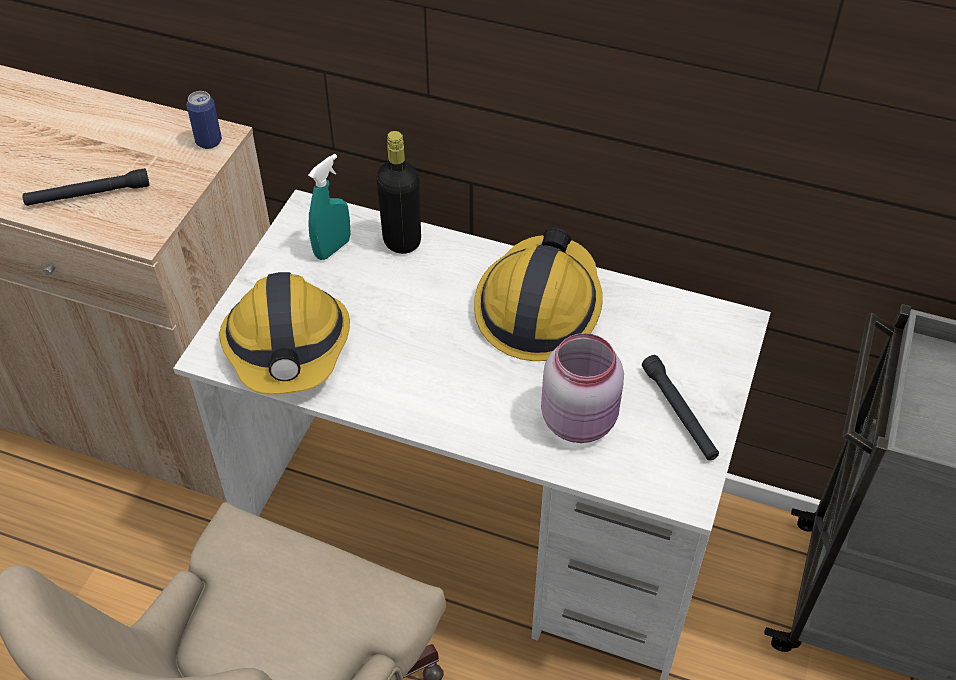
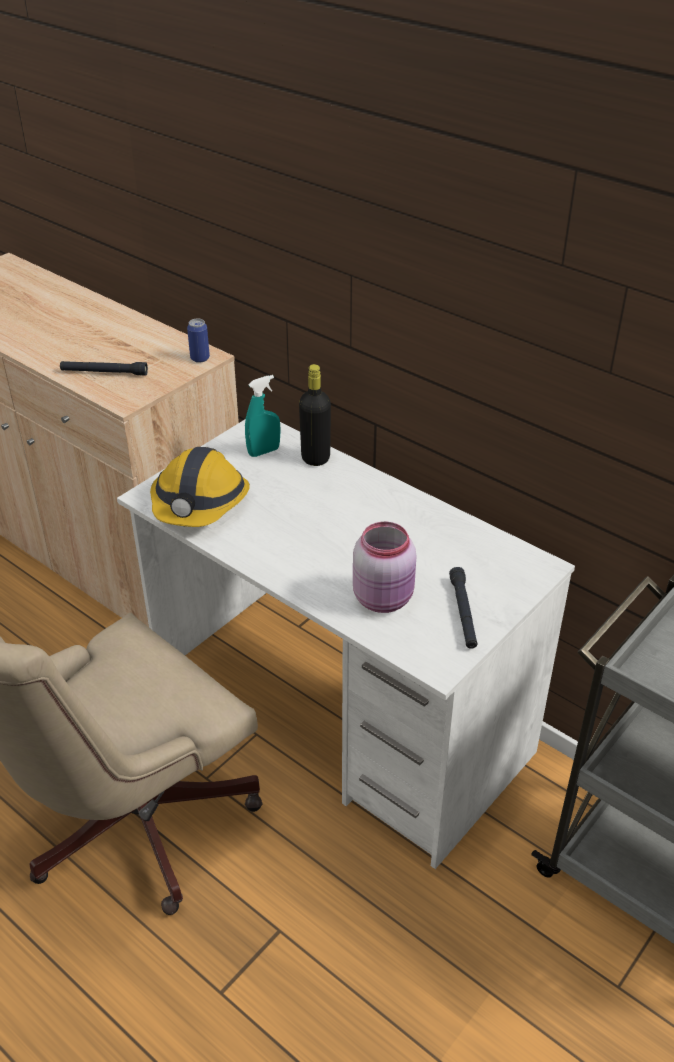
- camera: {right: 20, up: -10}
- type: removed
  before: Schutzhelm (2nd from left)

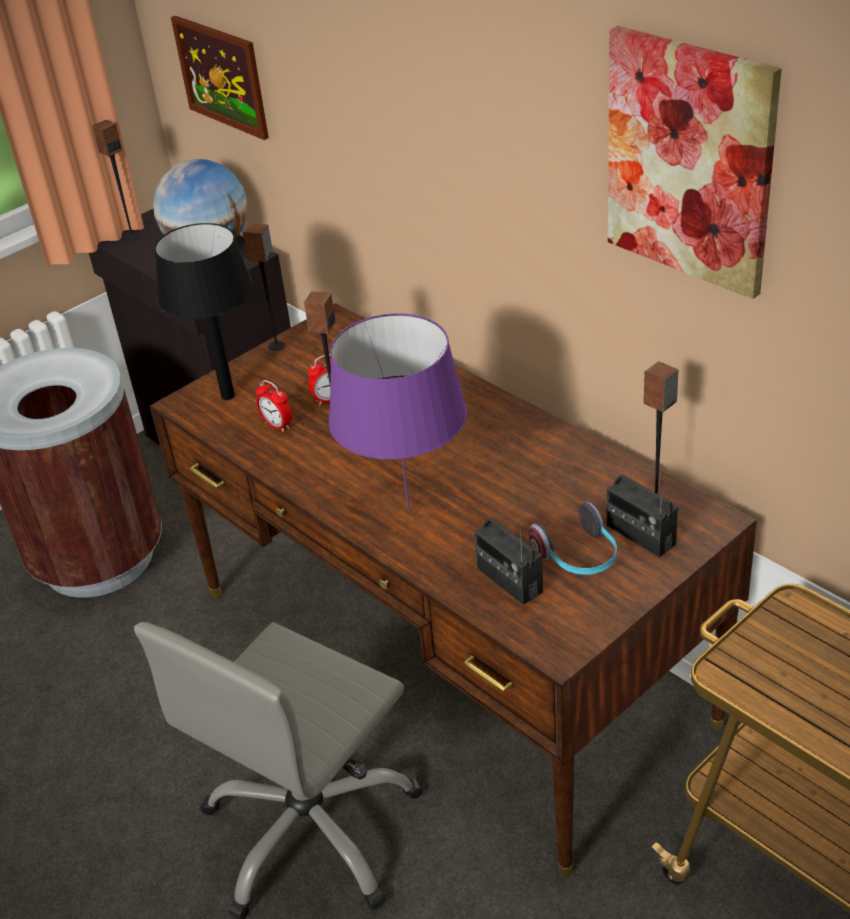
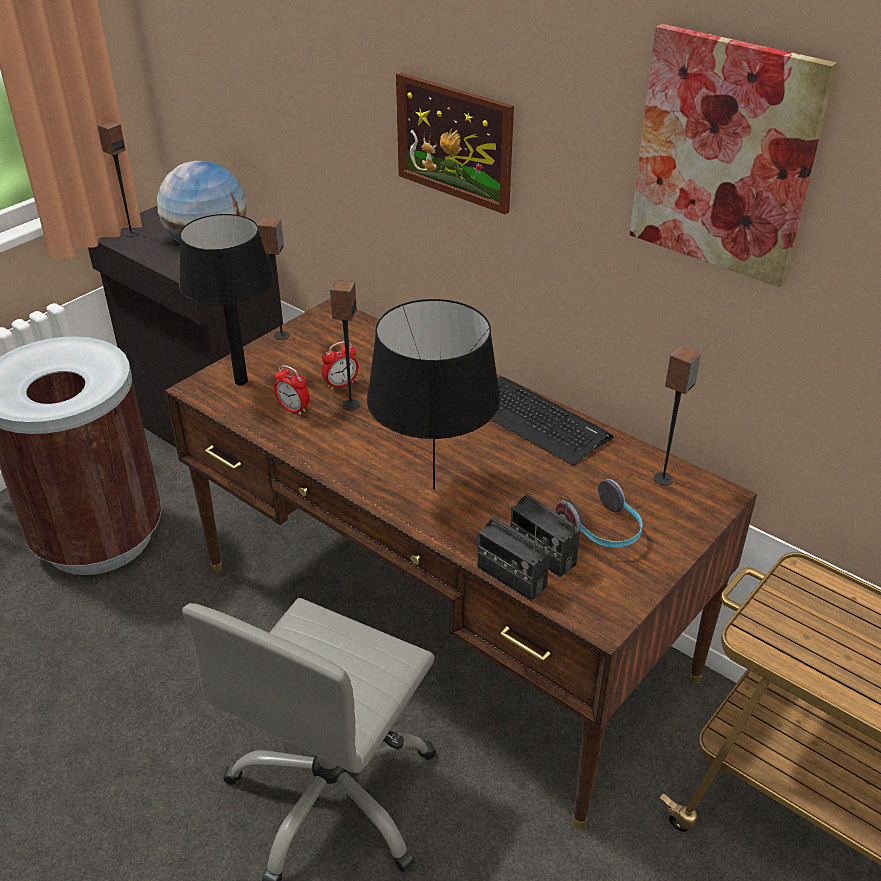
- camera: {right: -10, up: 0}
- type: moved
  before: Bild (1st from left)
- type: recoloured
  before: Tischlampe [lila]
  after: Tischlampe [schwarz] (2nd from left)
- type: moved
  before: Radio (2nd from left in the first image)
  after: Radio (1st from left)
- type: added
  after: Tastatur

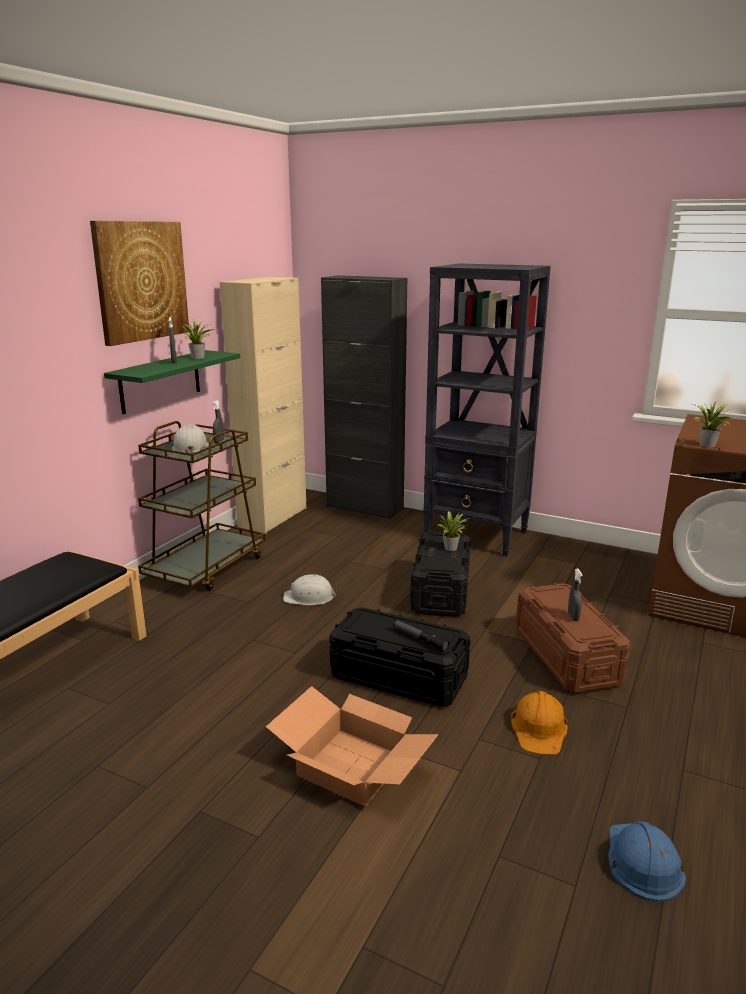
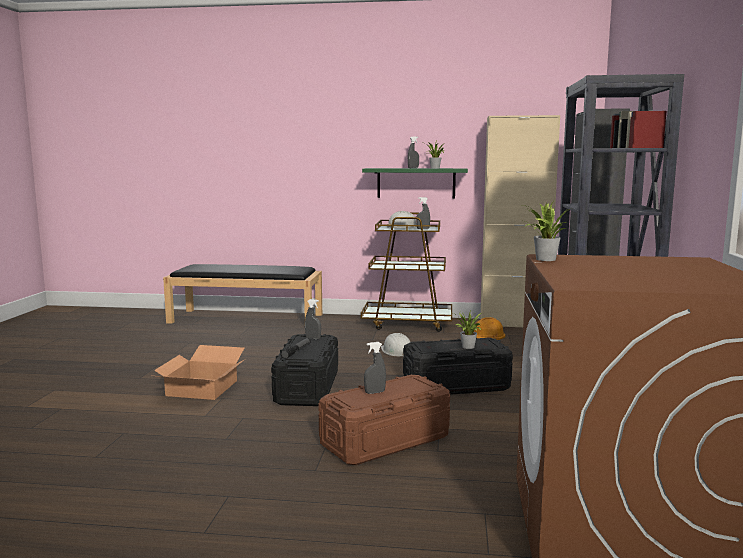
- camera: {right: 70, up: -10}
- type: removed
  before: Bild
- type: moved
  before: Schutzhelm [orange]
- type: removed
  before: Schutzhelm [blau]
- type: added
  after: Sprühflasche [grau] (1st from left)

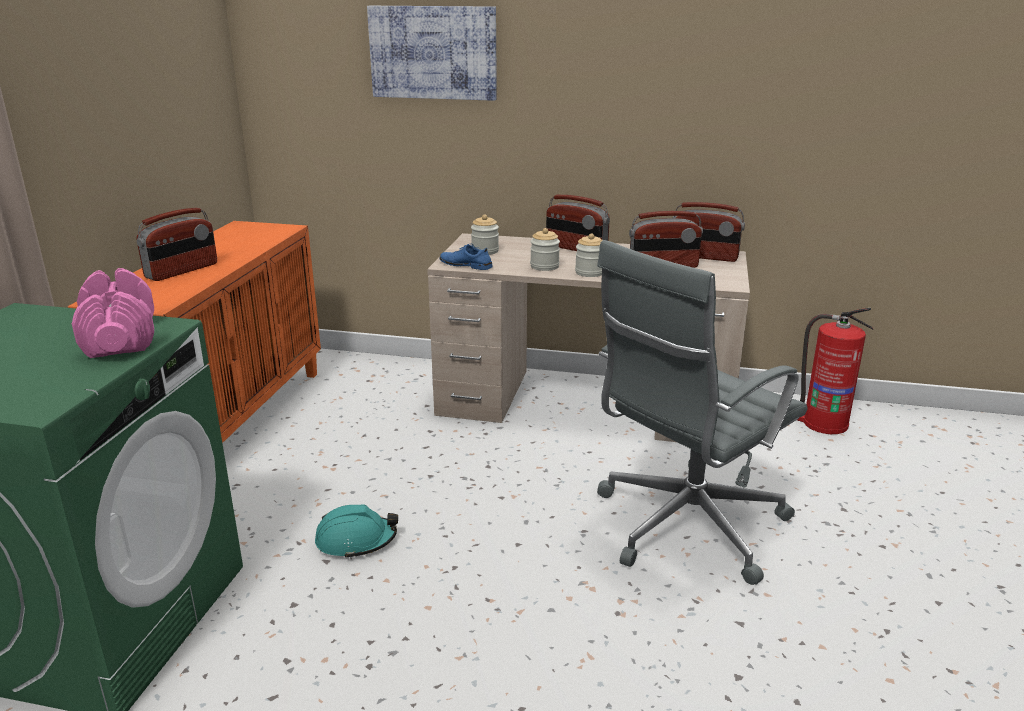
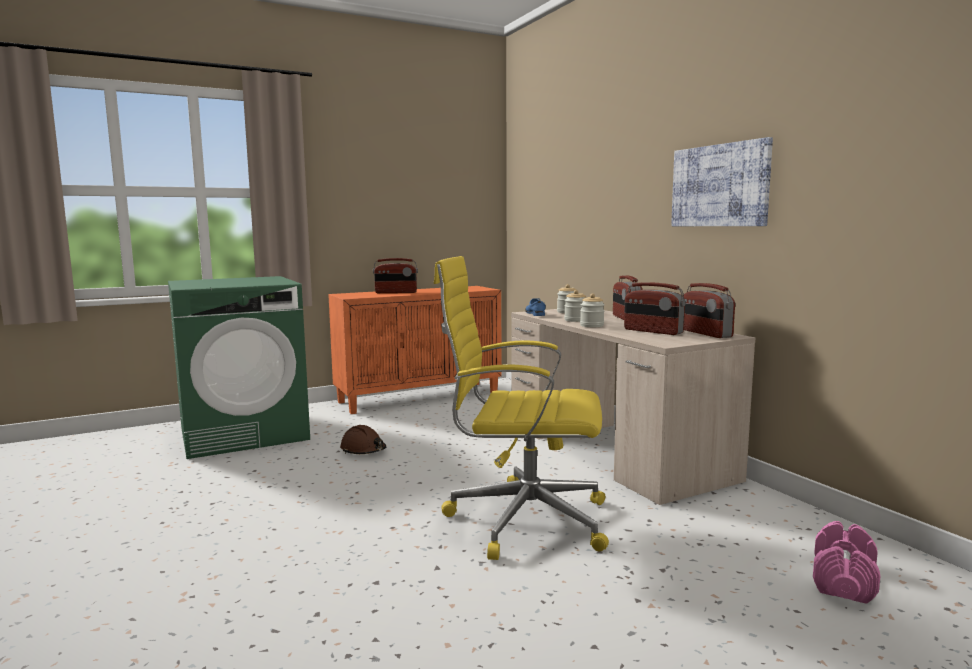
- camera: {right: 50, up: -15}
- type: moved
  before: Hantel [rosa]
- type: recoloured
  before: Schutzhelm [türkis]
  after: Schutzhelm [braun]
- type: moved
  before: Bild
- type: recoloured
  before: Bürostuhl [grau]
  after: Bürostuhl [gelb]
- type: removed
  before: Feuerlöscher

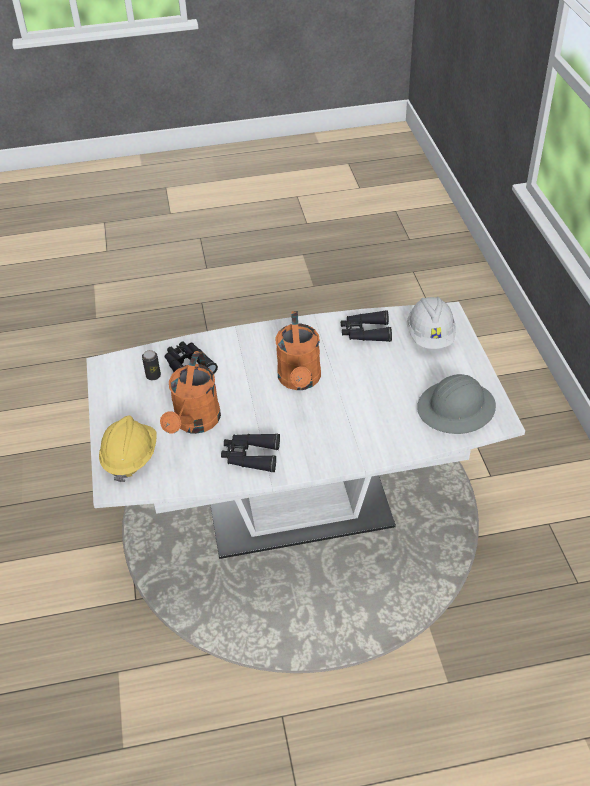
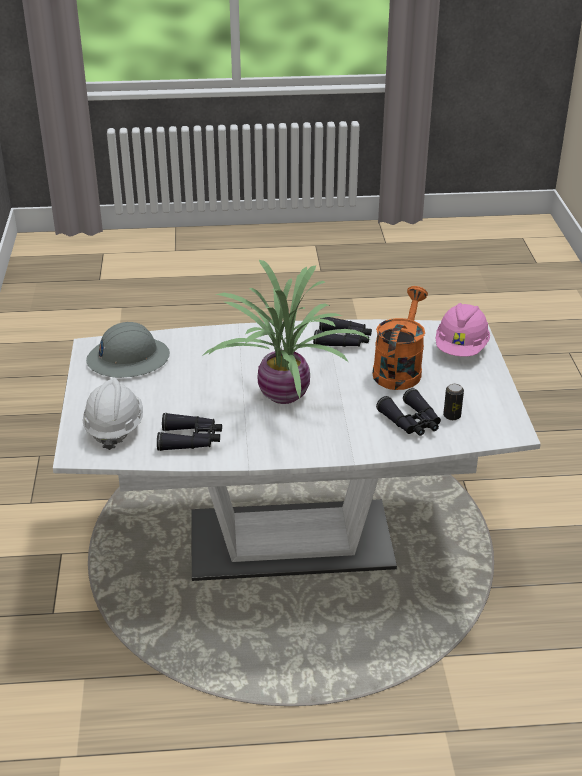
- camera: {right: -175, up: -10}
- type: recoloured
  before: Schutzhelm [gelb]
  after: Schutzhelm [rosa]
- type: replaced
  before: Gießkanne [orange] (2nd from left)
  after: Topfpflanze

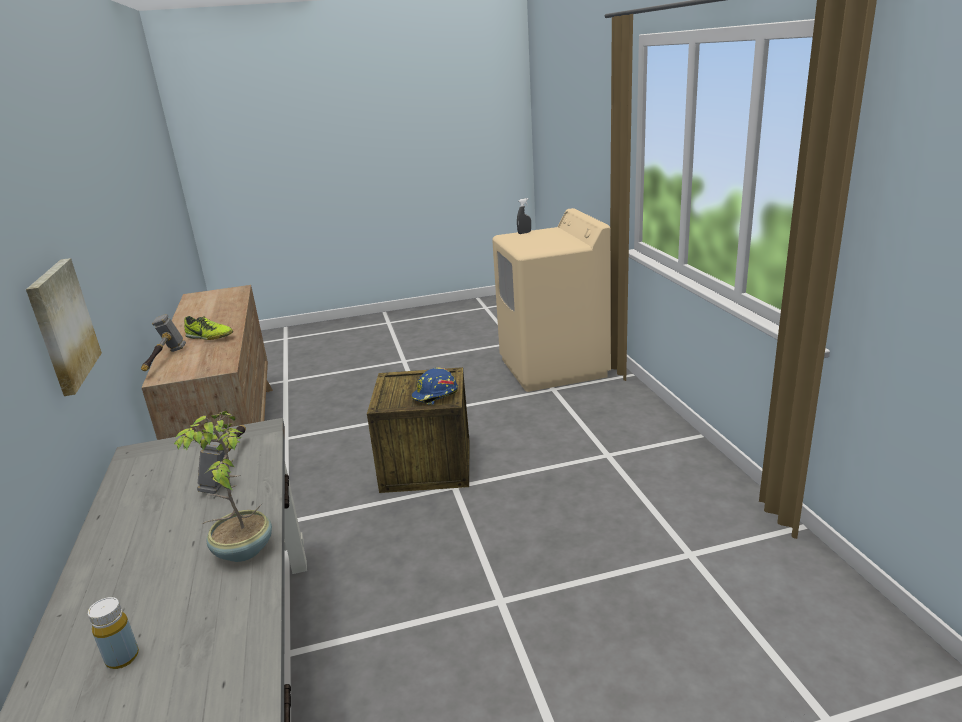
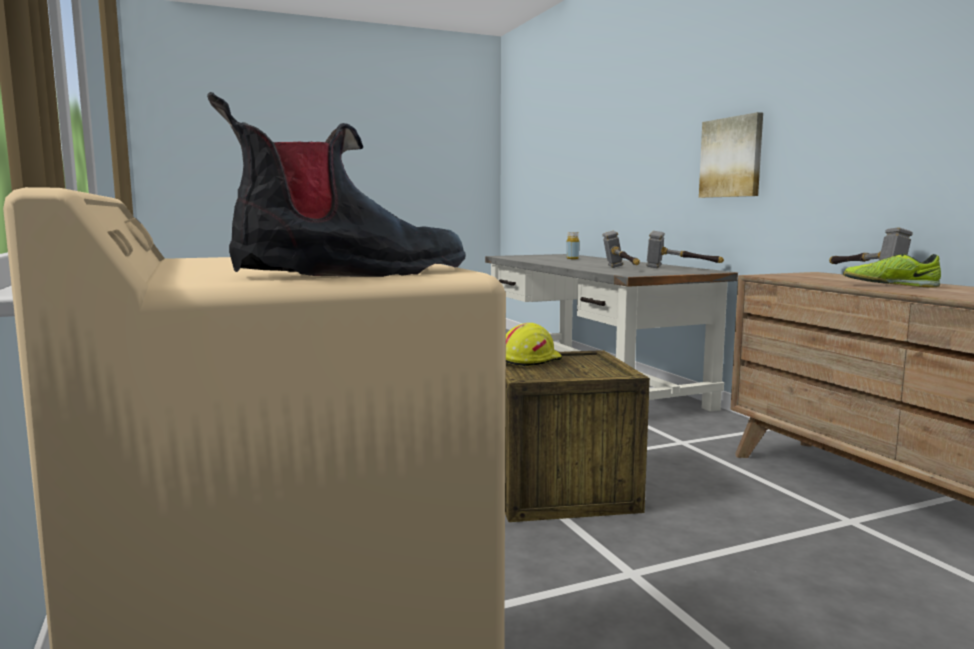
- camera: {right: 170, up: -15}
- type: removed
  before: Topfpflanze
- type: recoloured
  before: Schutzhelm [blau]
  after: Schutzhelm [gelb]
- type: replaced
  before: Sprühflasche [grau]
  after: Stiefel
- type: added
  after: Hammer (2nd from left)

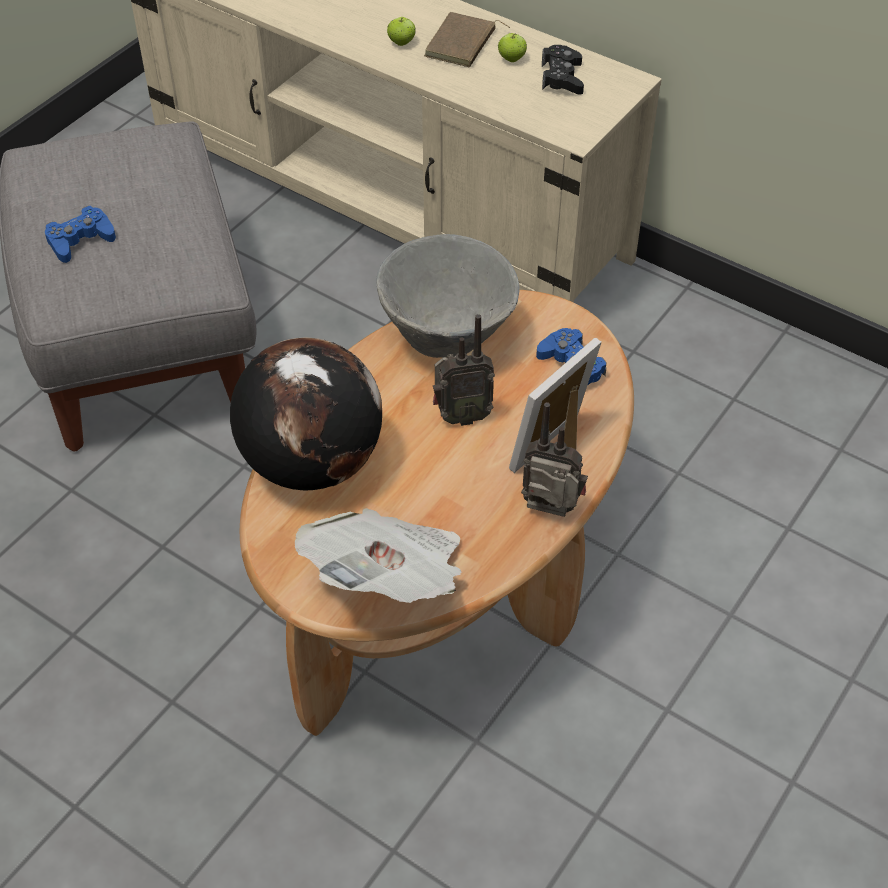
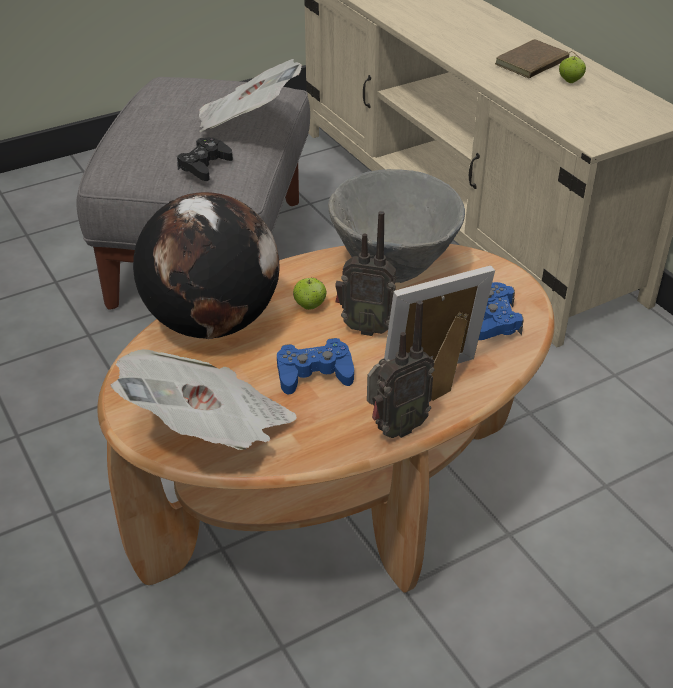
- camera: {right: 25, up: -10}
- type: moved
  before: Gamepad [blau] (1st from left)
- type: moved
  before: Apfel (1st from left)
- type: turned
  before: Radio (2nd from left)
  turn: 105
- type: moved
  before: Gamepad [schwarz]
- type: added
  after: Zeitung (2nd from left)

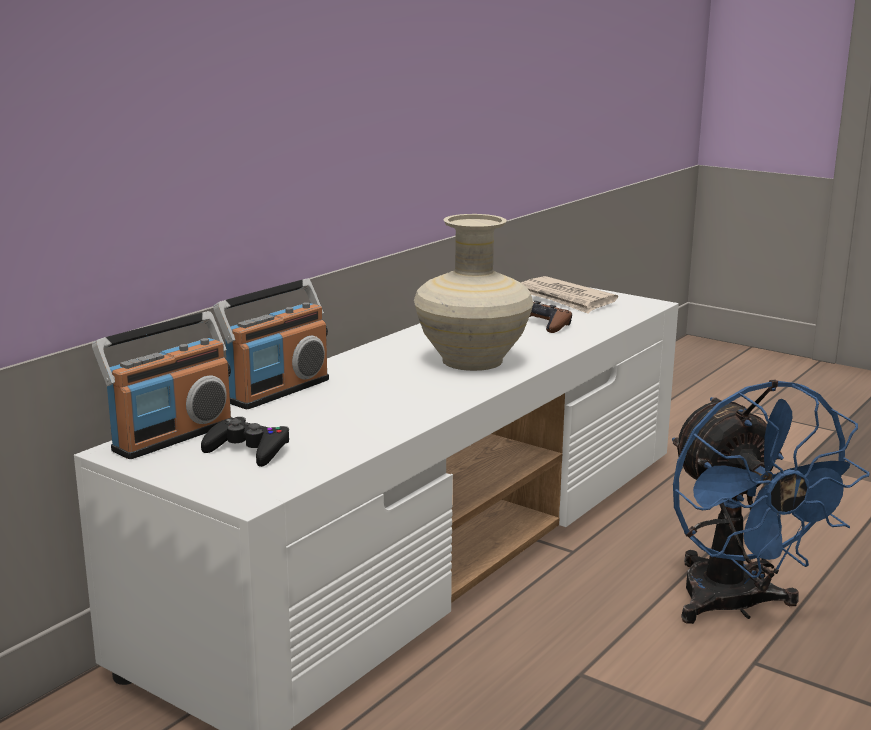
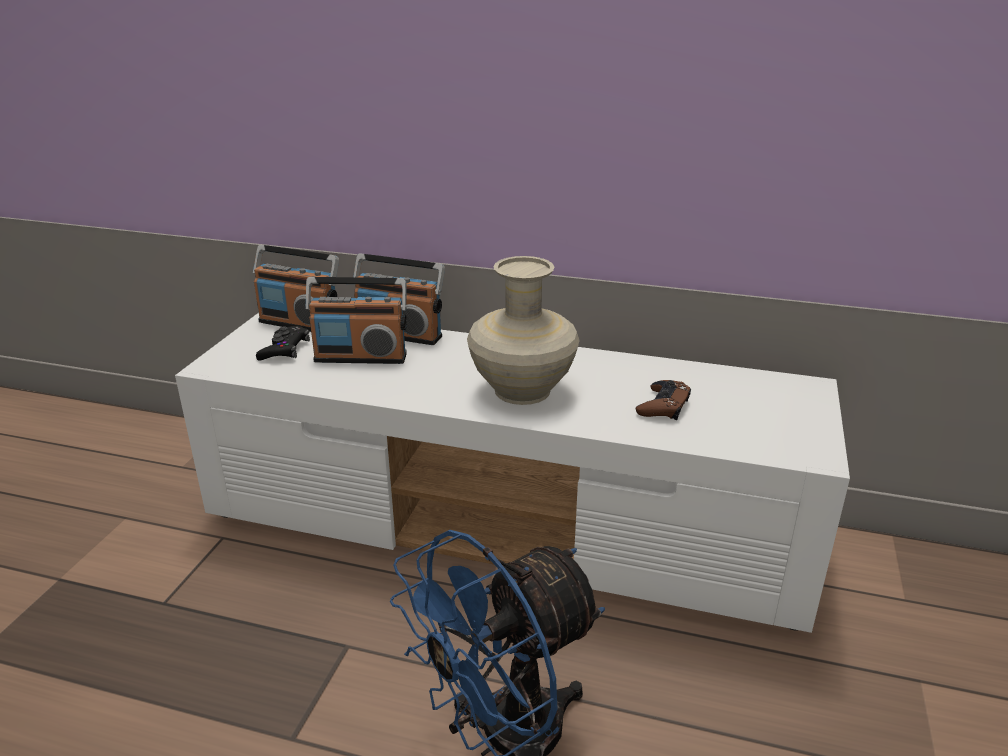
- camera: {right: 70, up: 10}
- type: removed
  before: Zeitung
- type: added
  after: Radio (2nd from left)

